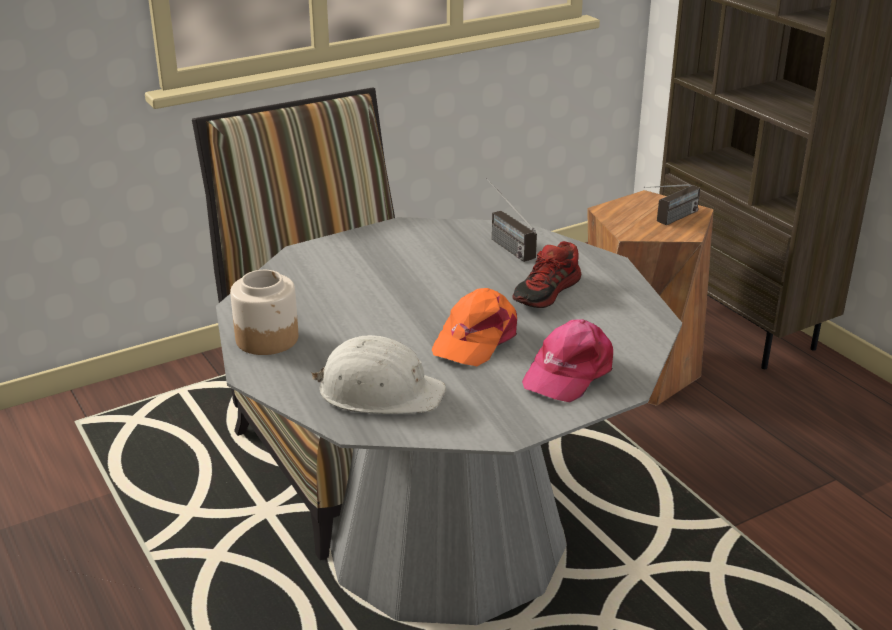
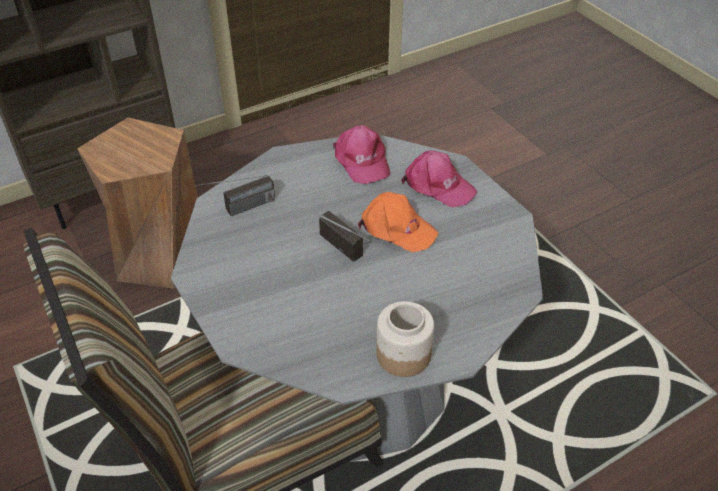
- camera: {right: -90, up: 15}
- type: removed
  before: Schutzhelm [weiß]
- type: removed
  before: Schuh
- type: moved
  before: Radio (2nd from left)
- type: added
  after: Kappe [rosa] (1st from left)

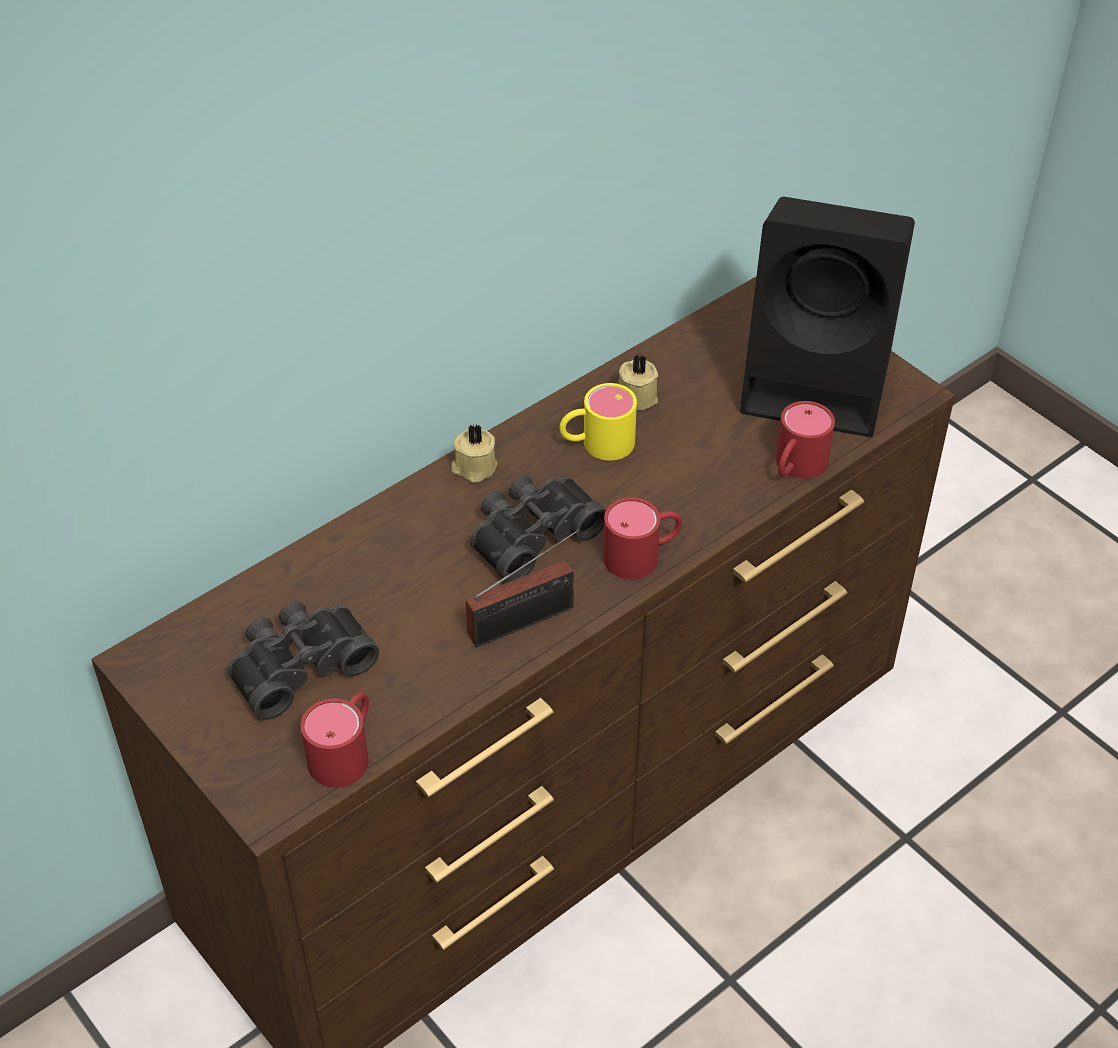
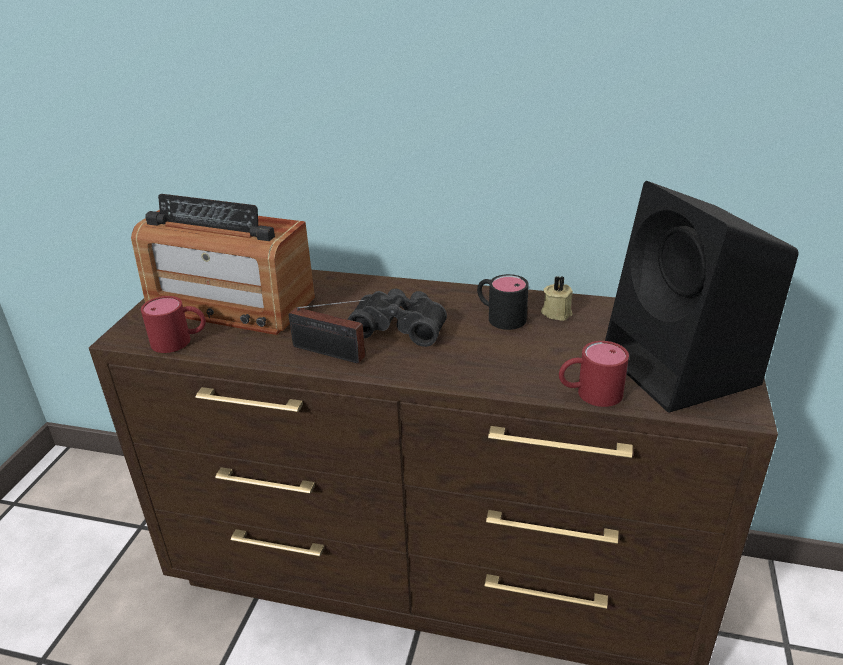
- camera: {right: 55, up: -15}
- type: replaced
  before: Fernglas [schwarz] (1st from left)
  after: Radio (1st from left)
- type: removed
  before: Kerze [beige] (1st from left)
- type: recoloured
  before: Henkelbecher [gelb]
  after: Henkelbecher [schwarz]
- type: removed
  before: Henkelbecher [rot] (2nd from left)

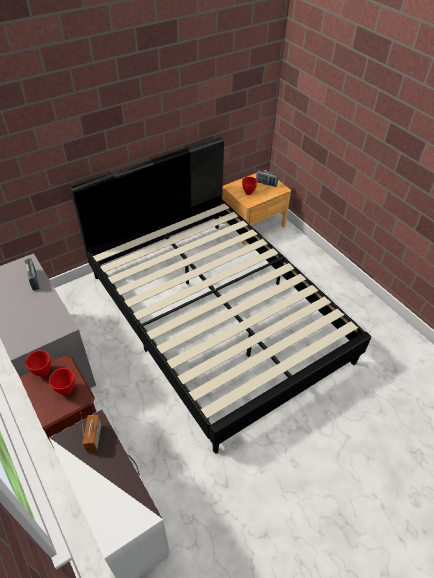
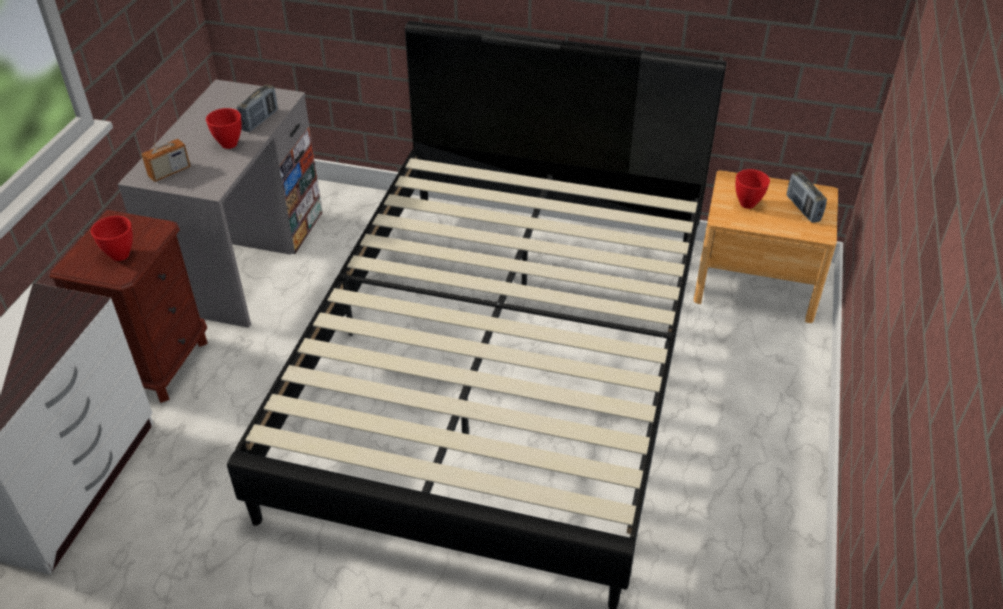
- camera: {right: 50, up: -5}
- type: moved
  before: Schüssel [rot] (1st from left in the first image)
  after: Schüssel [rot] (2nd from left)
- type: moved
  before: Radio (2nd from left in the first image)
  after: Radio (1st from left)

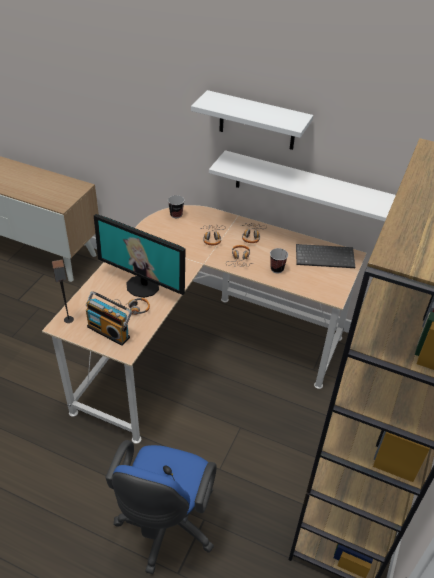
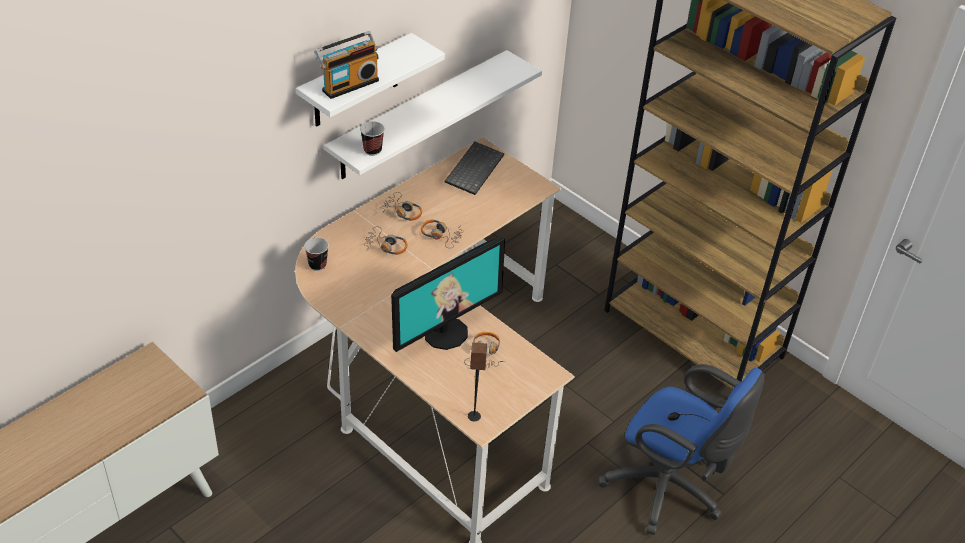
- camera: {right: -70, up: 0}
- type: moved
  before: Radio
- type: moved
  before: Tasse (2nd from left)

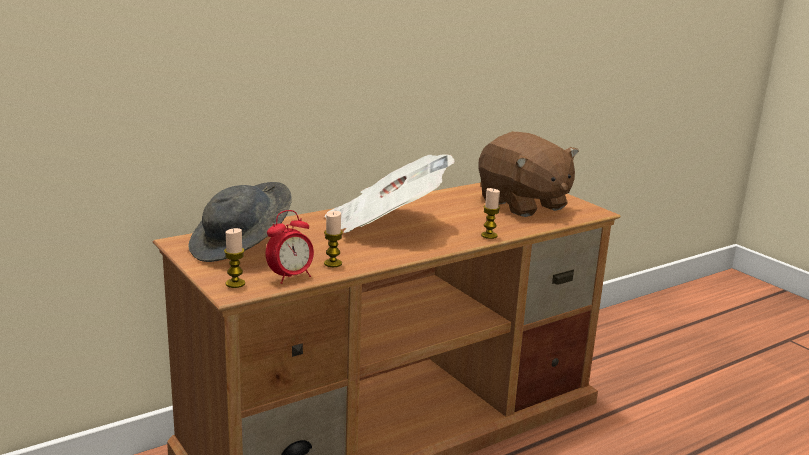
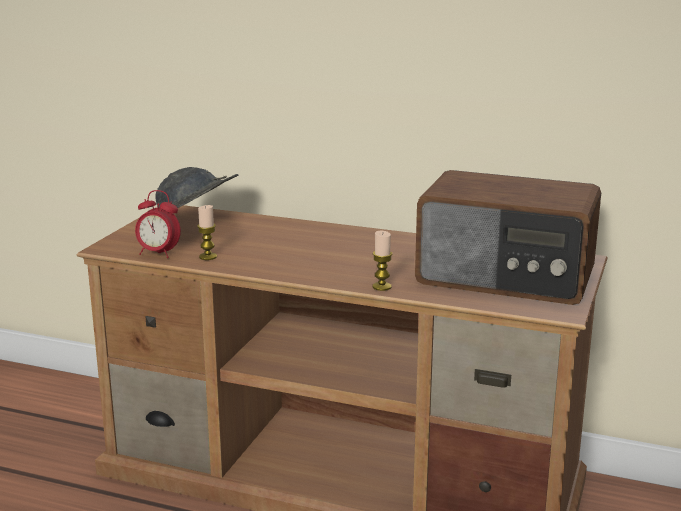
- camera: {right: 55, up: 0}
- type: removed
  before: Kerze (1st from left)
- type: removed
  before: Zeitung
- type: replaced
  before: Plüschtier [braun]
  after: Radio

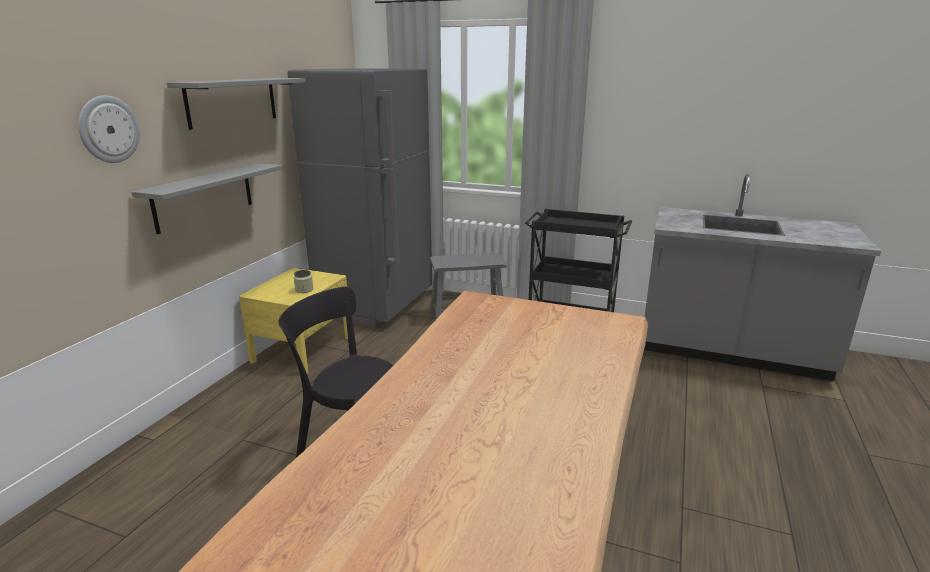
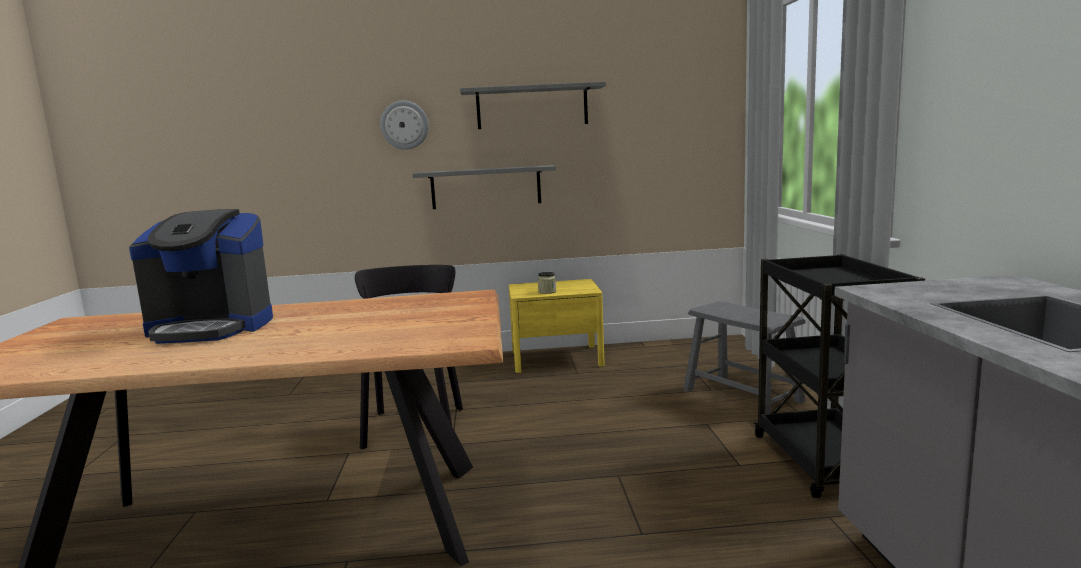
- camera: {right: 65, up: -10}
- type: removed
  before: Kühlschrank [grau]
- type: added
  after: Kaffeemaschine

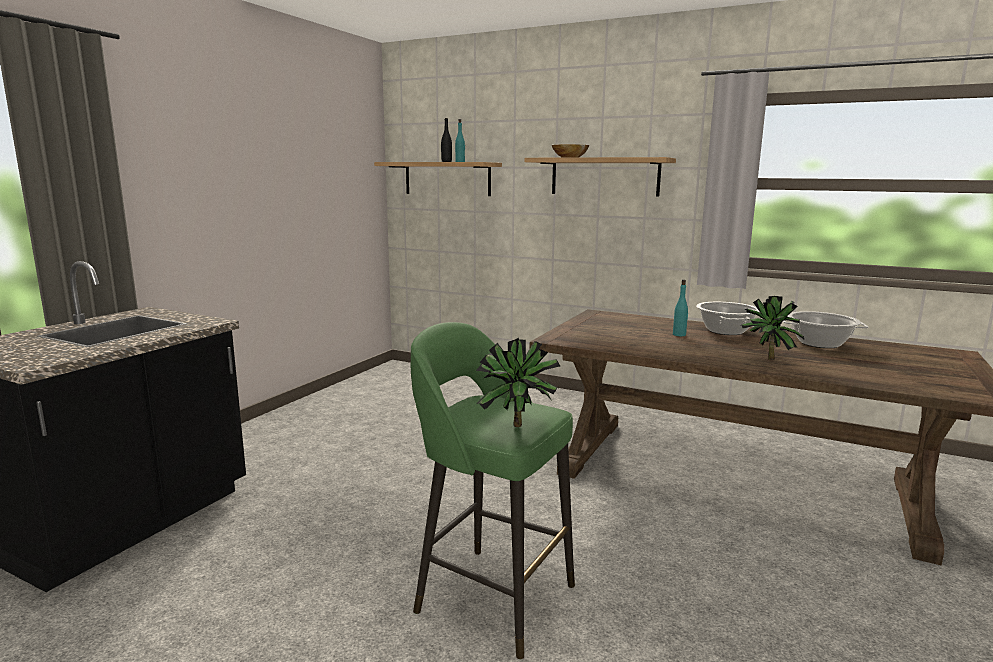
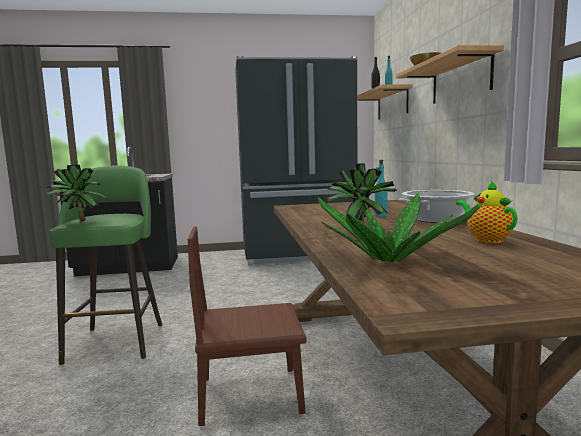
- camera: {right: 55, up: -5}
- type: replaced
  before: Kochtopf (2nd from left)
  after: Teekanne
- type: added
  after: Stuhl [braun]
- type: added
  after: Kühlschrank [schwarz]
- type: added
  after: Topfpflanze (3rd from left)

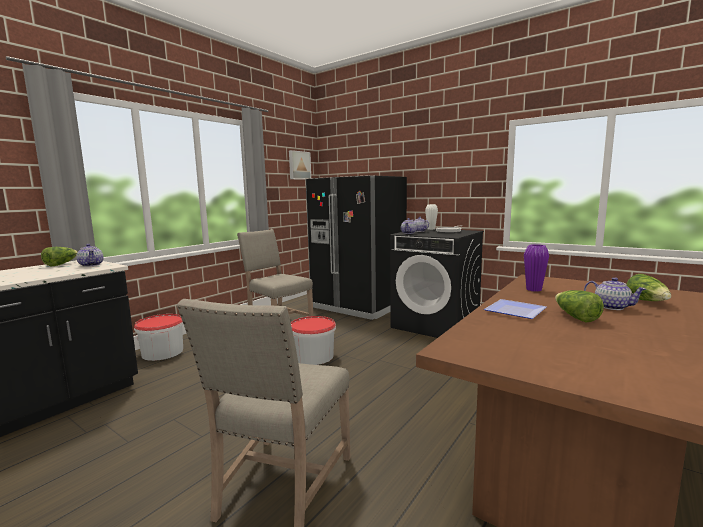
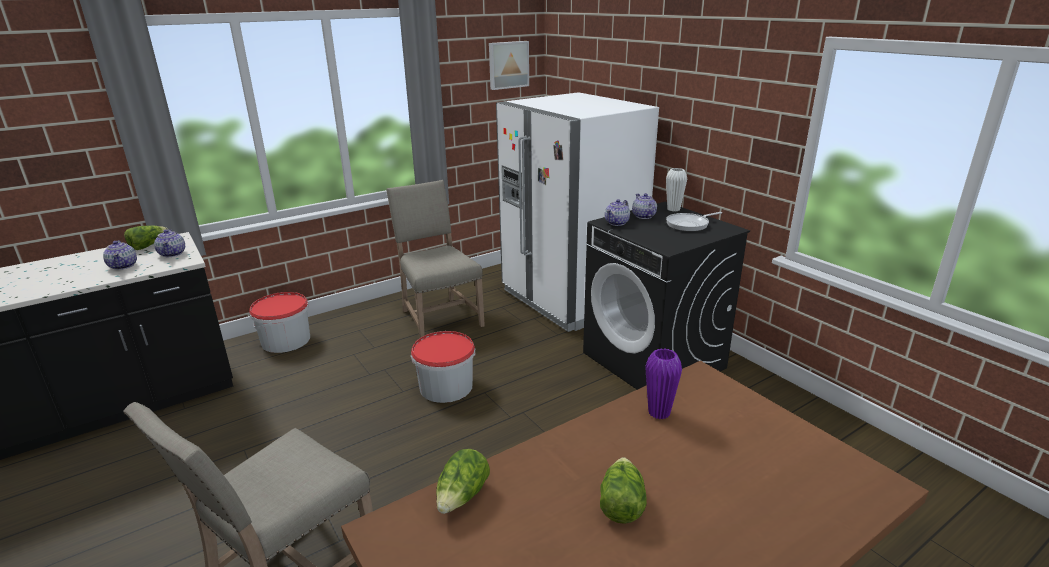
- camera: {right: 20, up: 15}
- type: recoloured
  before: Kühlschrank [schwarz]
  after: Kühlschrank [weiß]
- type: removed
  before: Teller
- type: moved
  before: Teekanne (4th from left in the first image)
  after: Teekanne (1st from left)
- type: moved
  before: Salatkopf (3rd from left in the first image)
  after: Salatkopf (2nd from left)

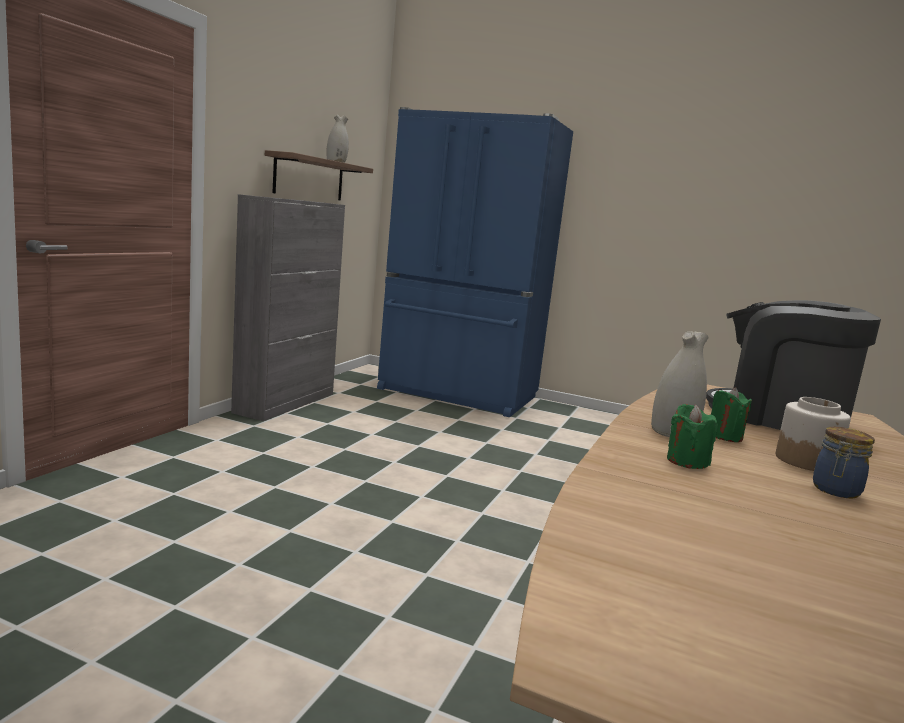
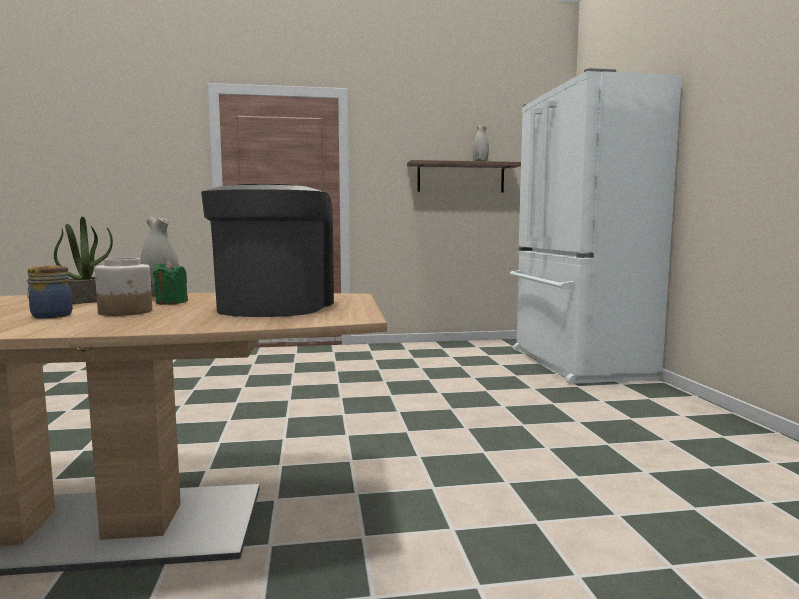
- camera: {right: 60, up: -5}
- type: removed
  before: Schrank [grau]
- type: recoloured
  before: Kühlschrank [blau]
  after: Kühlschrank [weiß]
- type: replaced
  before: Kerze [grün] (1st from left)
  after: Topfpflanze

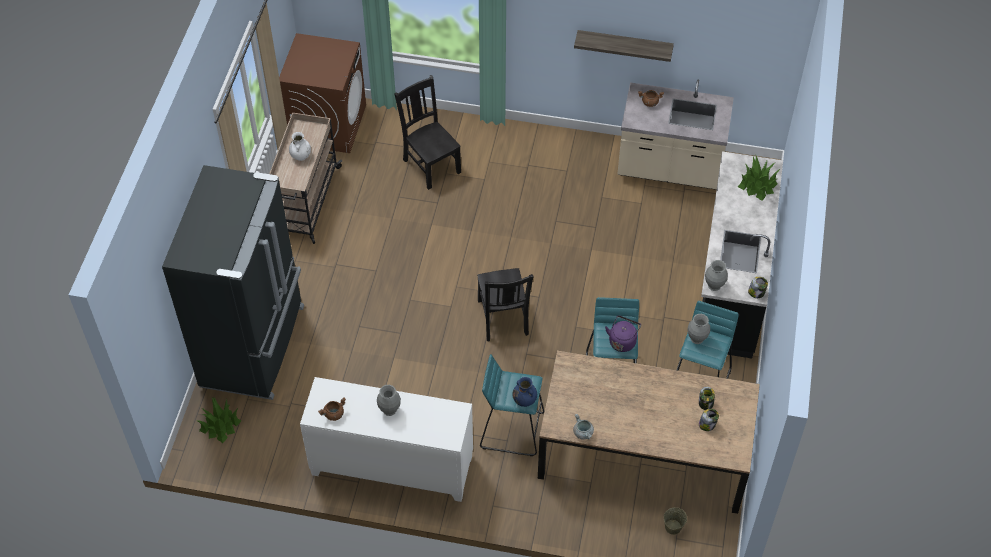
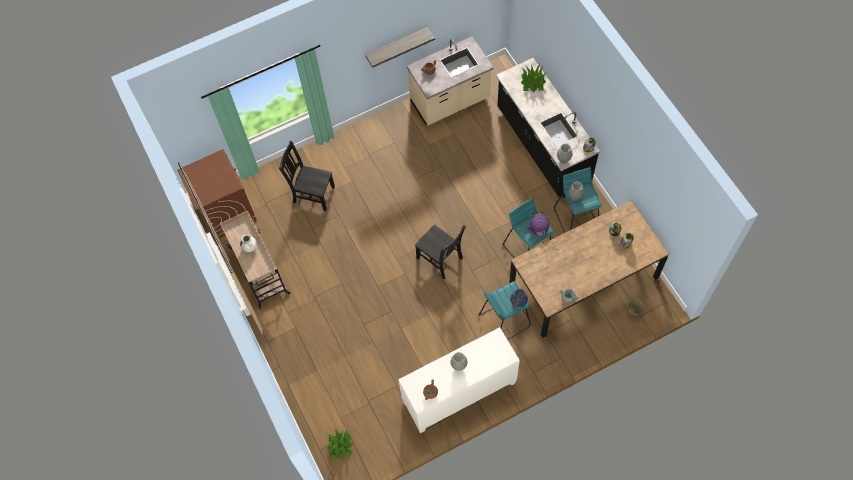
- camera: {right: -35, up: 10}
- type: removed
  before: Kühlschrank [schwarz]

